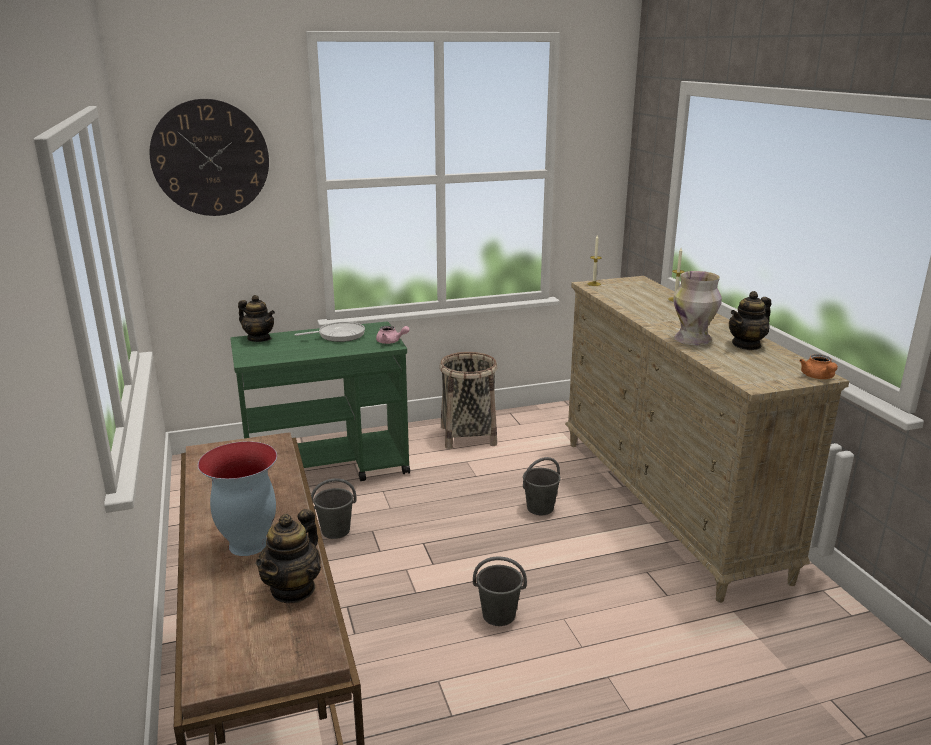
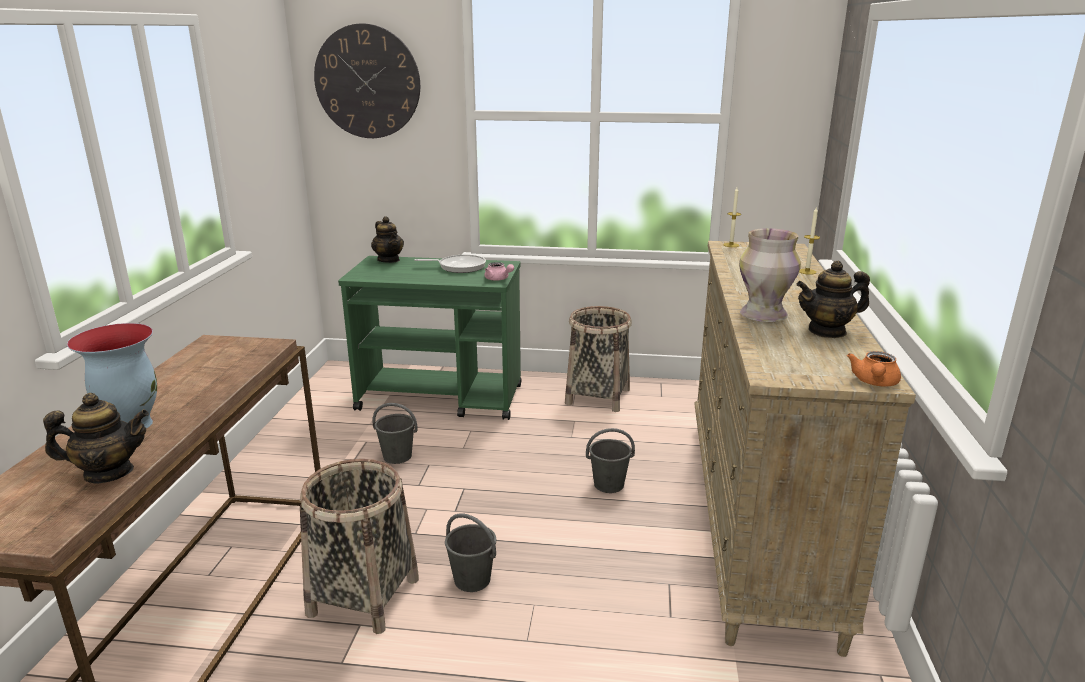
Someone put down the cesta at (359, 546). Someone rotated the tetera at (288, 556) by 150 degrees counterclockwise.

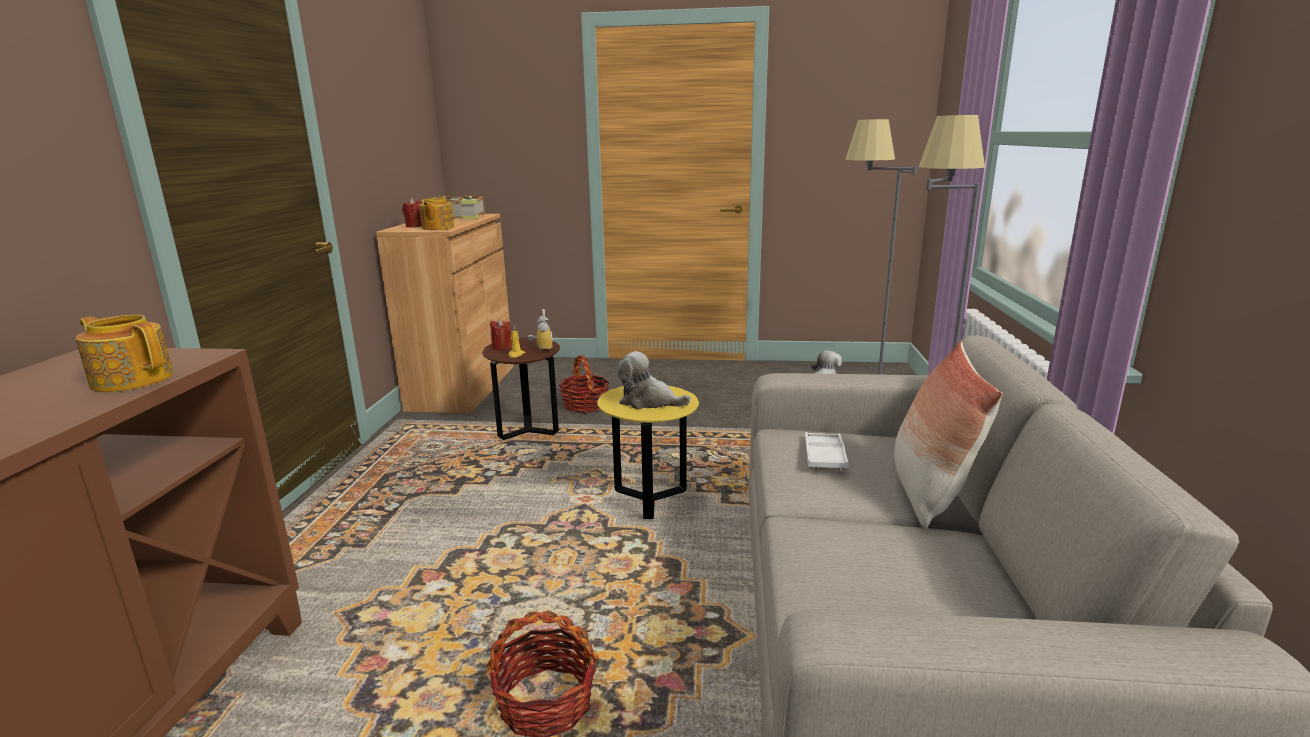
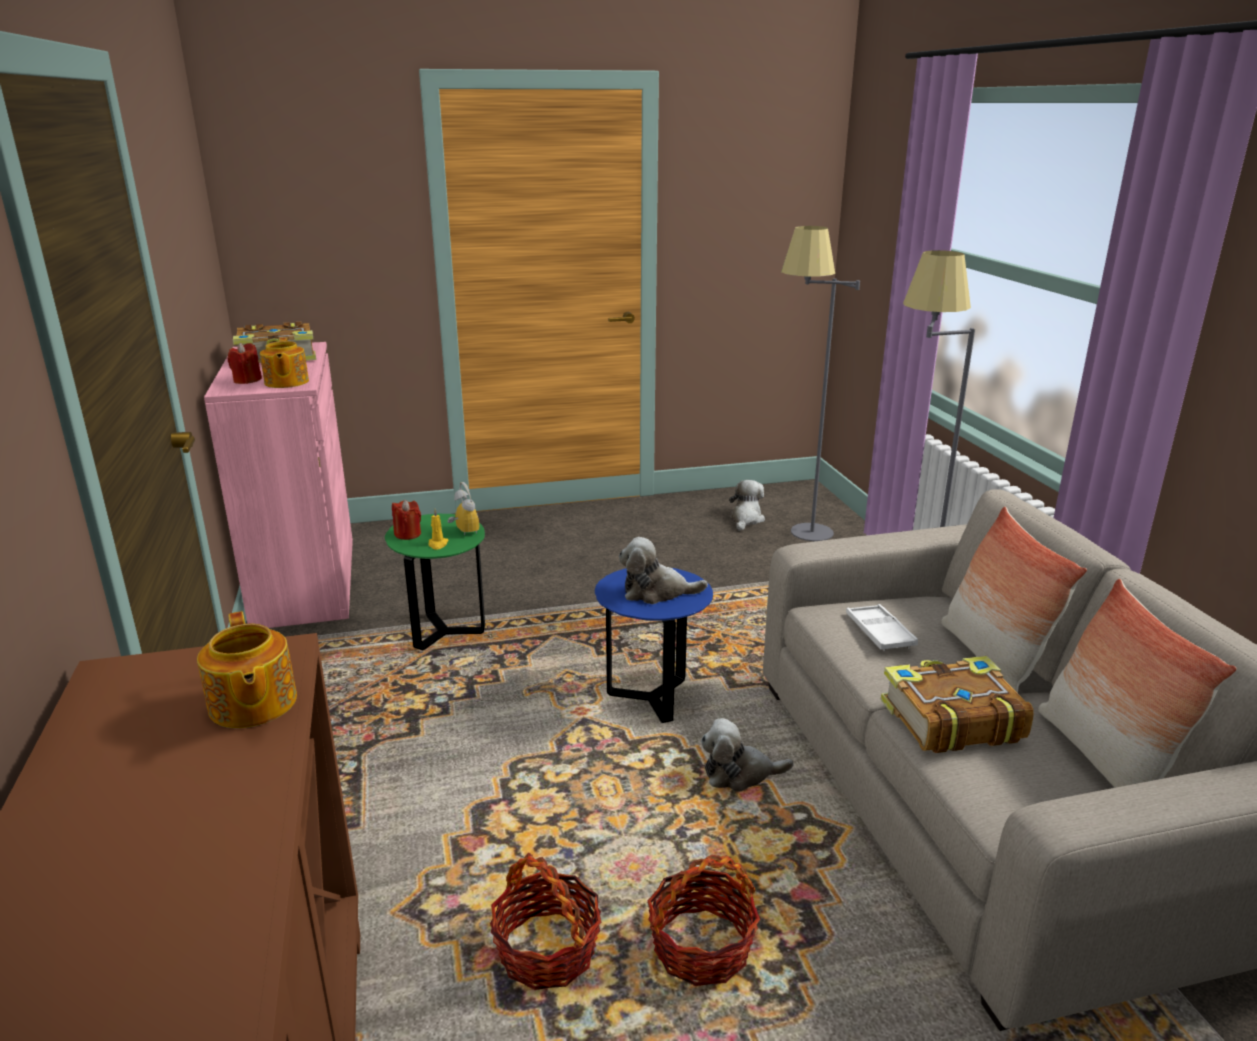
Someone put down the peluche at (747, 754). Someone put down the libro at (957, 704). Someone put down the cojín at (1137, 683). Someone carried the cesta from (584, 384) to (545, 921). Someone repainted the armario (marrón) at (445, 313), which became the armario (rosa) at (278, 485). Someone repainted the mesa auxiliar (marrón) at (521, 388), which became the mesa auxiliar (verde) at (435, 582). Someone repainted the mesa auxiliar (amarillo) at (648, 452), which became the mesa auxiliar (azul) at (654, 645). Someone rotated the tetera at (124, 353) by 120 degrees counterclockwise.

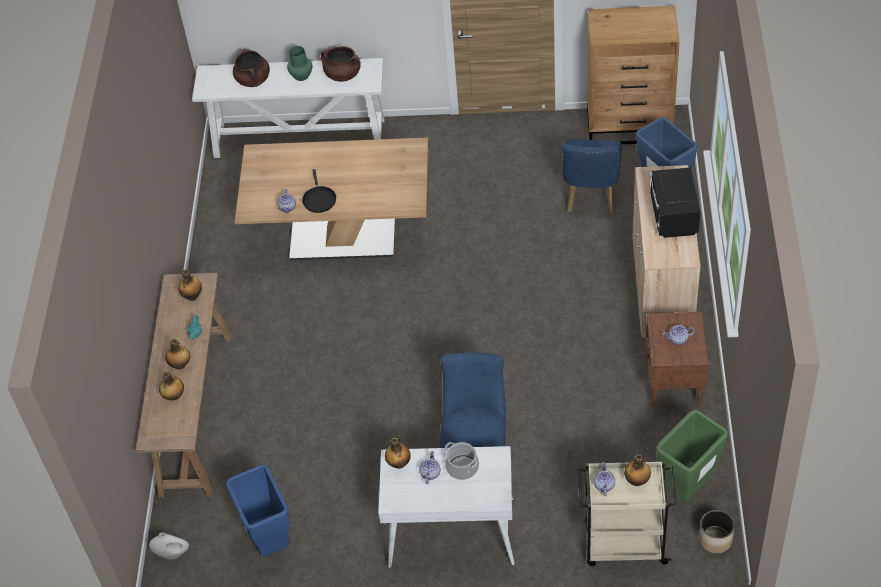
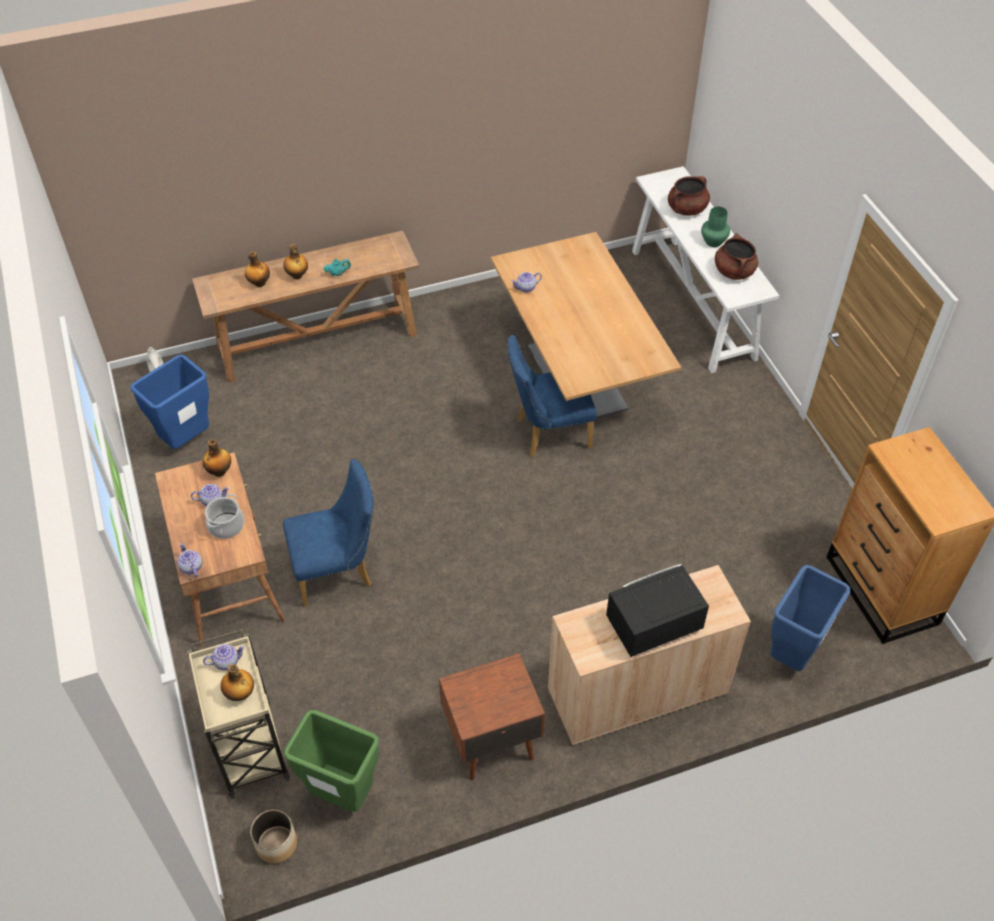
Someone took away the botella at (190, 285). Someone took away the sartén (negro) at (319, 191). Someone carried the silla (azul) from (592, 176) to (552, 396). Someone carried the tetera from (679, 335) to (189, 560). Someone repainted the escritorio (blanco) at (446, 507), which became the escritorio (marrón) at (220, 549).

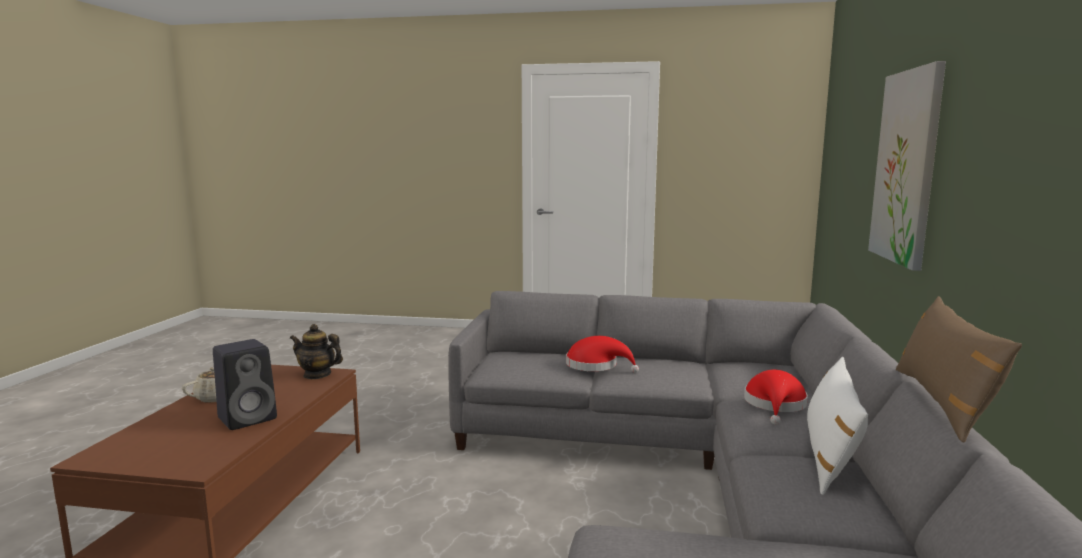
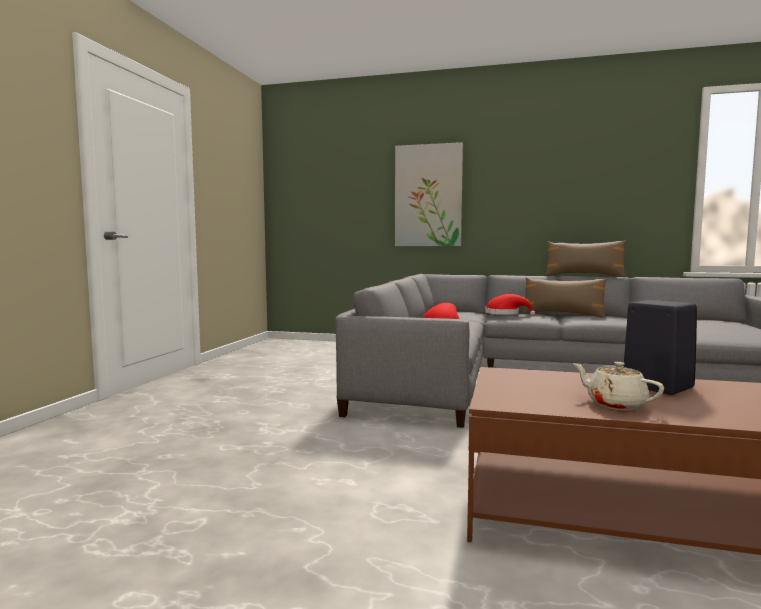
Someone took away the tetera at (316, 351). Someone repainted the cojín (blanco) at (837, 426), which became the cojín (marrón) at (564, 297).

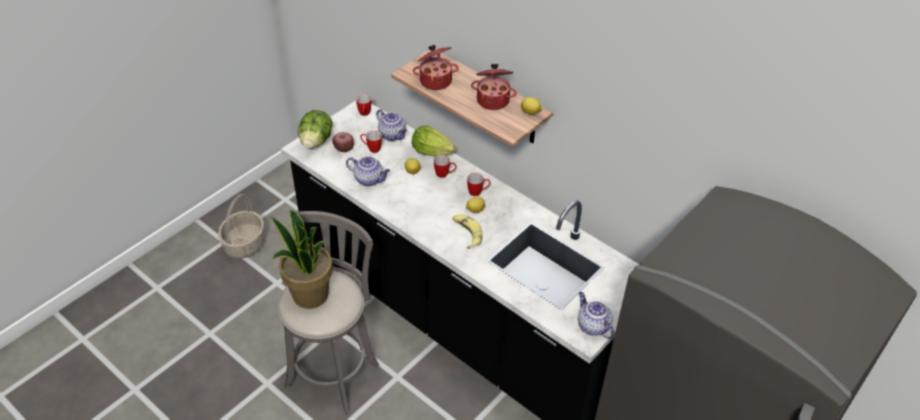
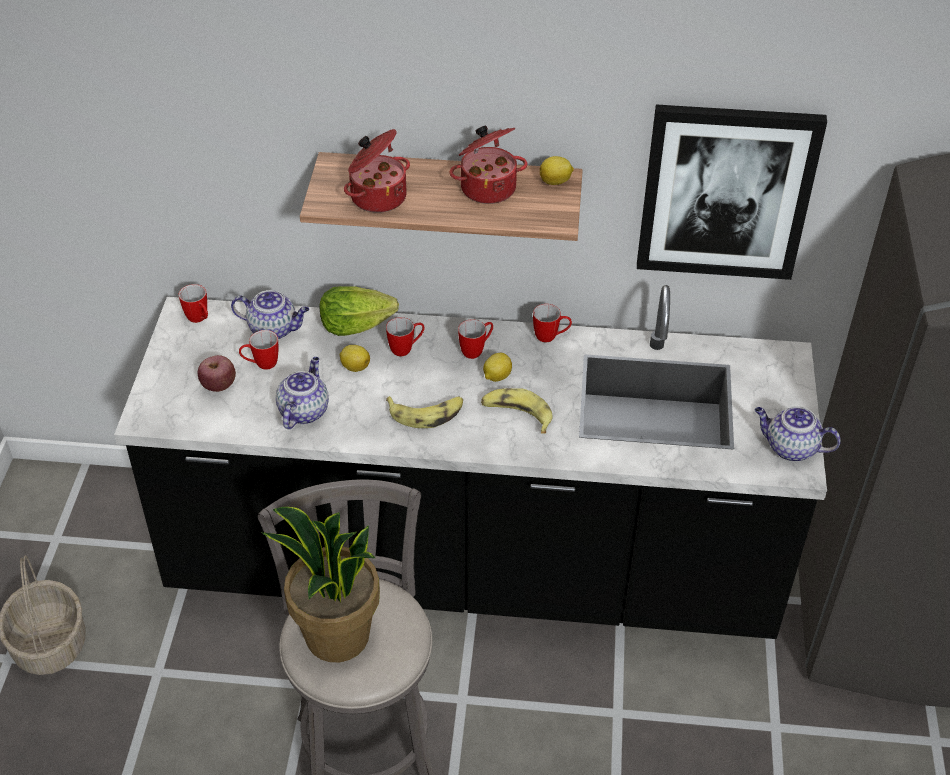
Someone took away the lechuga at (315, 129). Someone put down the plátano at (424, 412). Someone put down the taza grande at (552, 323). Someone put up the cuadro at (732, 192). Someone rotated the tetera at (368, 171) by 60 degrees counterclockwise.

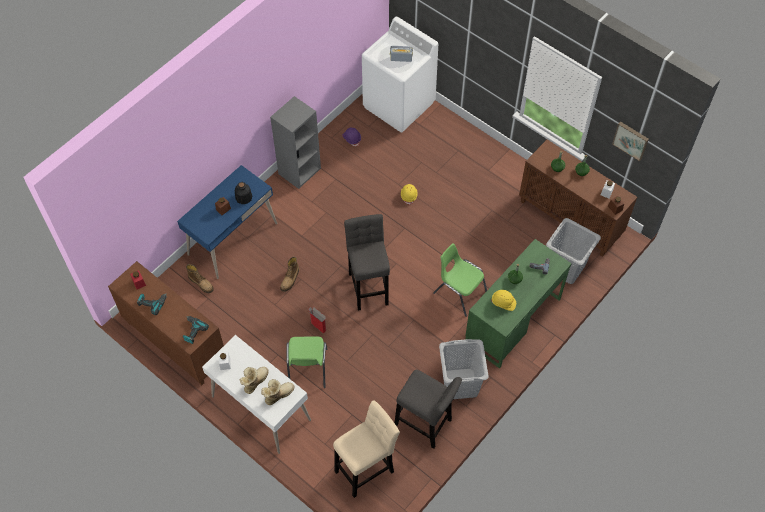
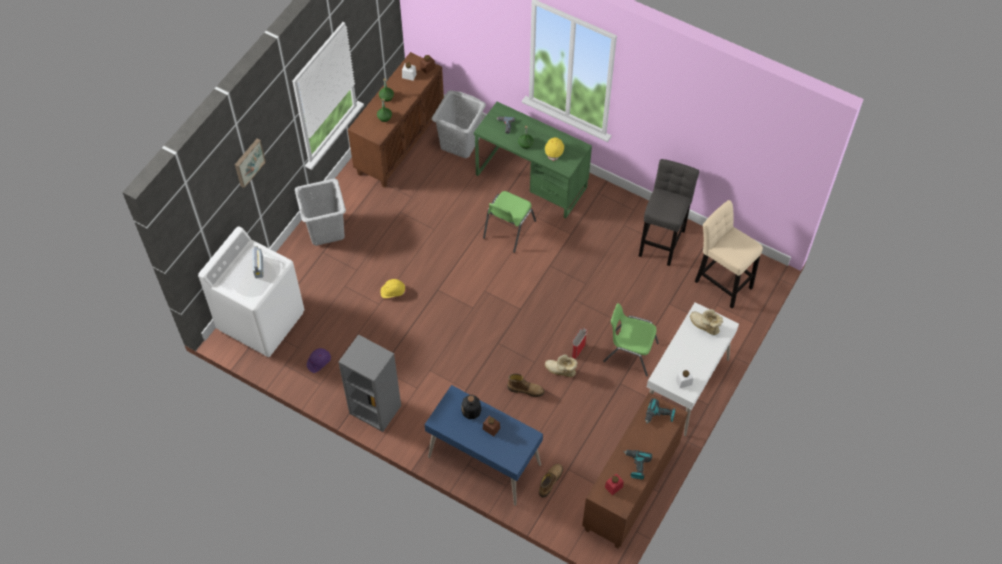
Someone took away the taburete (gris) at (367, 262). Someone carried the bota from (254, 380) to (561, 365). Someone carried the cesto de la ropa (gris) from (464, 369) to (320, 212). Someone carried the cuadro from (630, 141) to (250, 163). Someone rotated the silla (verde) at (306, 362) by 150 degrees counterclockwise.

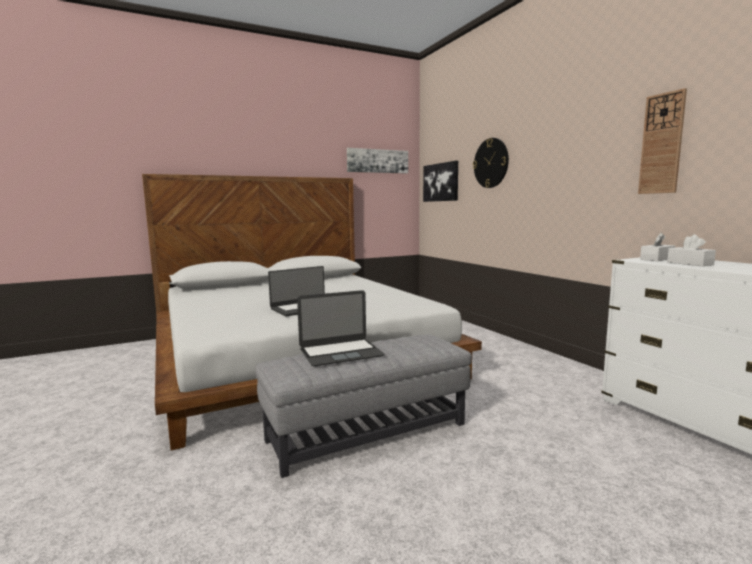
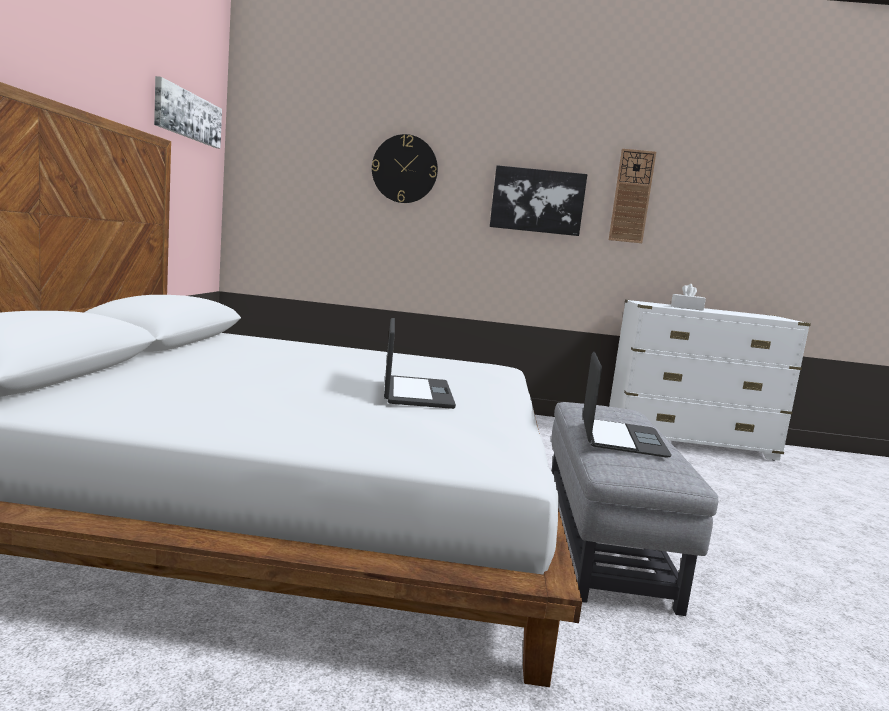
Someone took away the caja de pañuelos (blanco) at (657, 247). Someone carried the cuadro from (440, 181) to (538, 200).

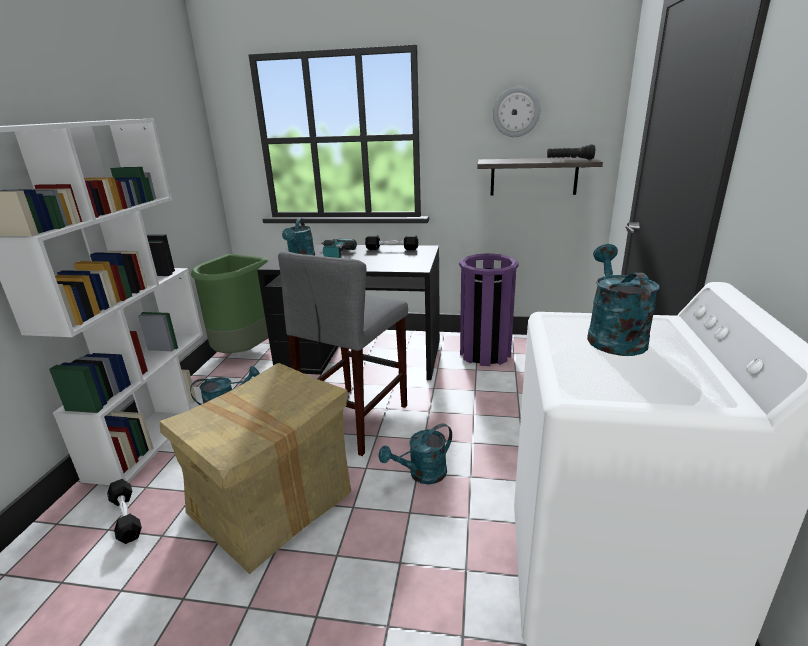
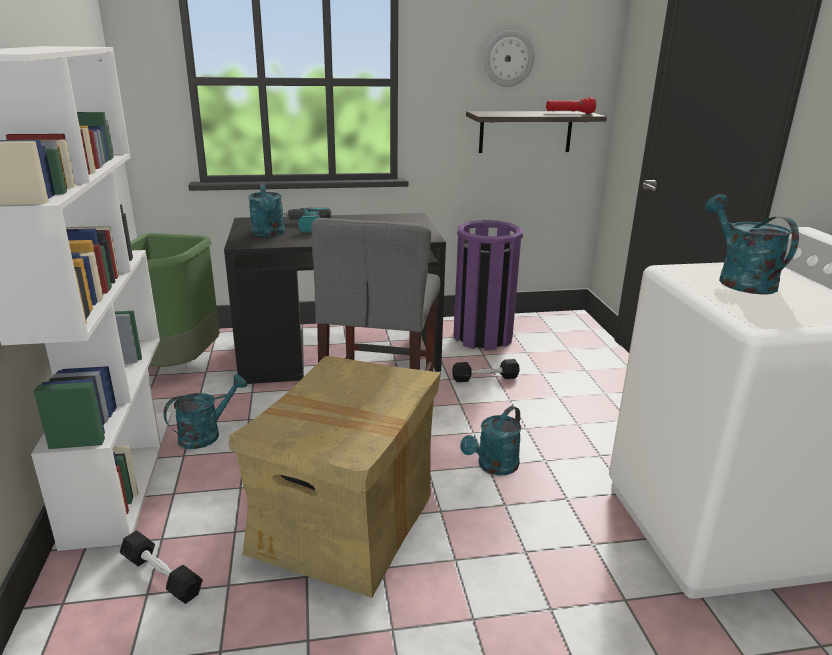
Someone carried the mancuerna (negro) from (391, 242) to (486, 370). Someone repainted the linterna (negro) at (571, 152), which became the linterna (rojo) at (571, 105).

